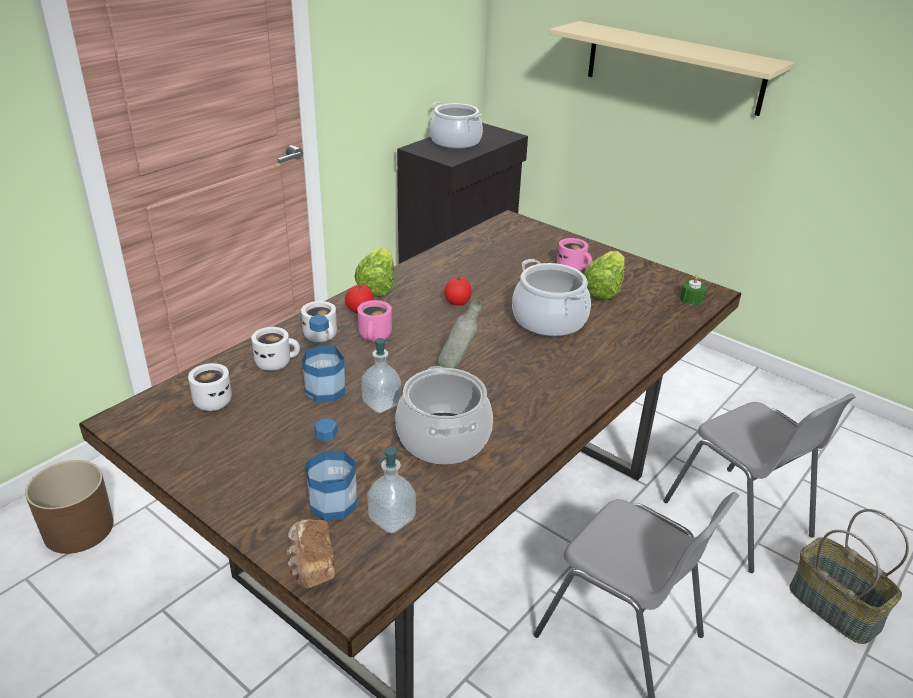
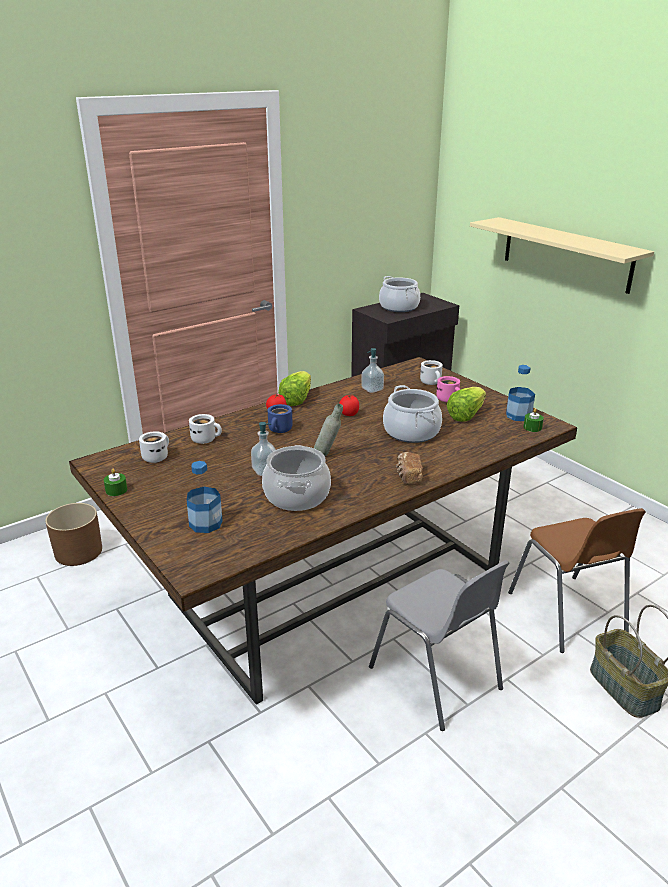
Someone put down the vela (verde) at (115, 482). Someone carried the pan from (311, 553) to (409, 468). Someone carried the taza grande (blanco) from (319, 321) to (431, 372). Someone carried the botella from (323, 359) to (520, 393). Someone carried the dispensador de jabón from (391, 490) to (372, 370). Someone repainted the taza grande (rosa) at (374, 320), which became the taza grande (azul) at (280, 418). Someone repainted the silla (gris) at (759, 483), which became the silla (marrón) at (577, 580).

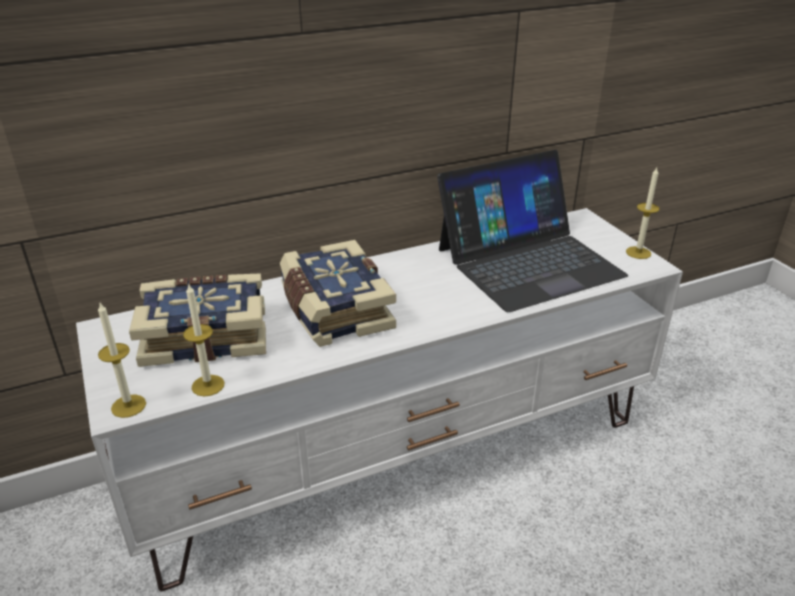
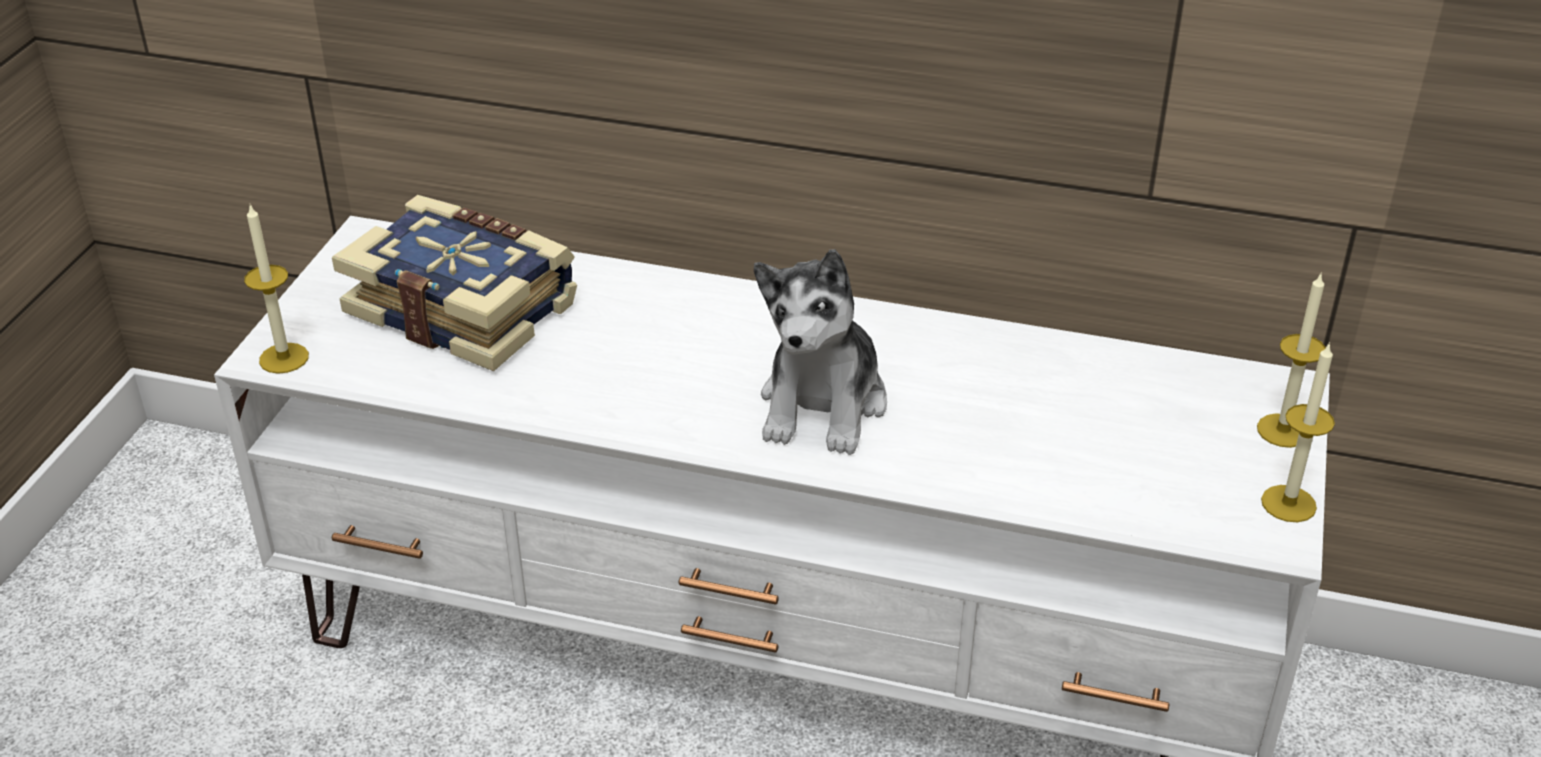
Someone took away the libro at (338, 293). Someone took away the portátil at (532, 231). Someone put down the peluche at (820, 352). Someone carried the vela from (203, 339) to (1291, 360).

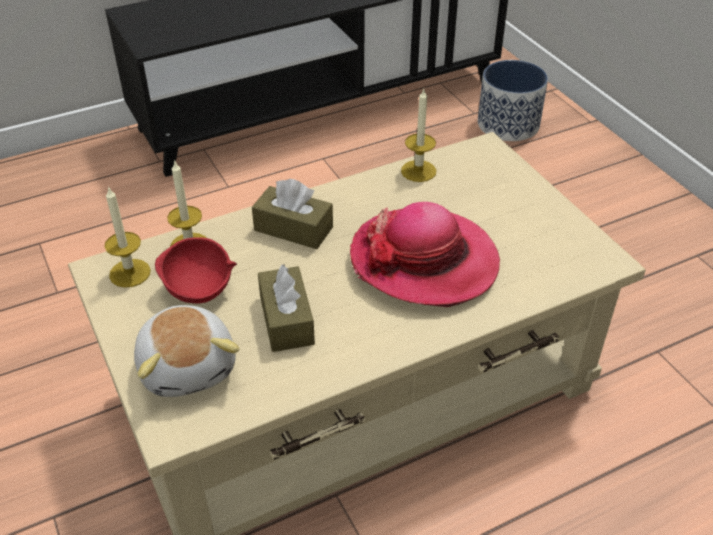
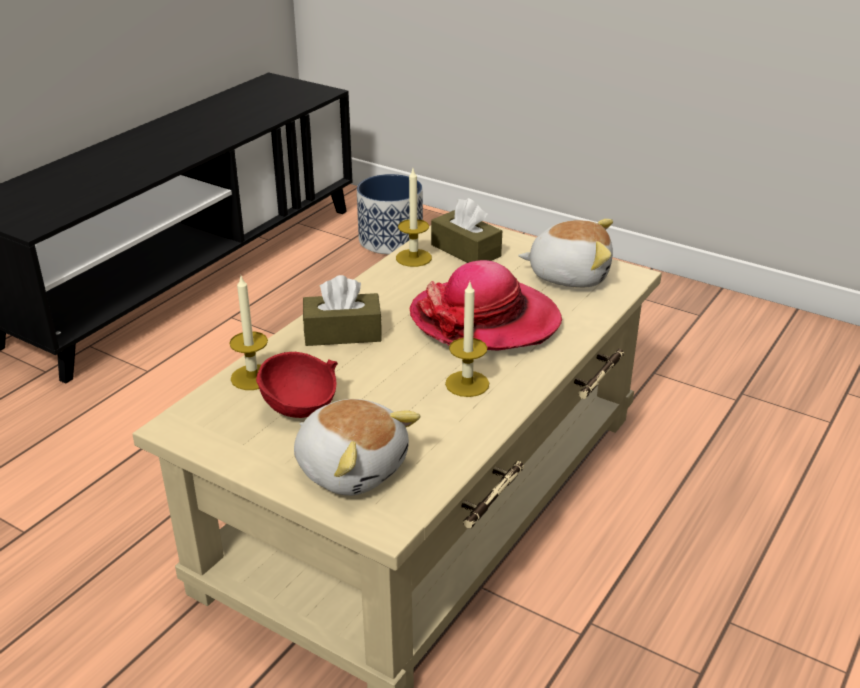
Someone put down the peluche at (565, 253). Someone carried the vela from (128, 237) to (467, 339). Someone carried the caja de pañuelos (marrón) from (286, 308) to (466, 230).

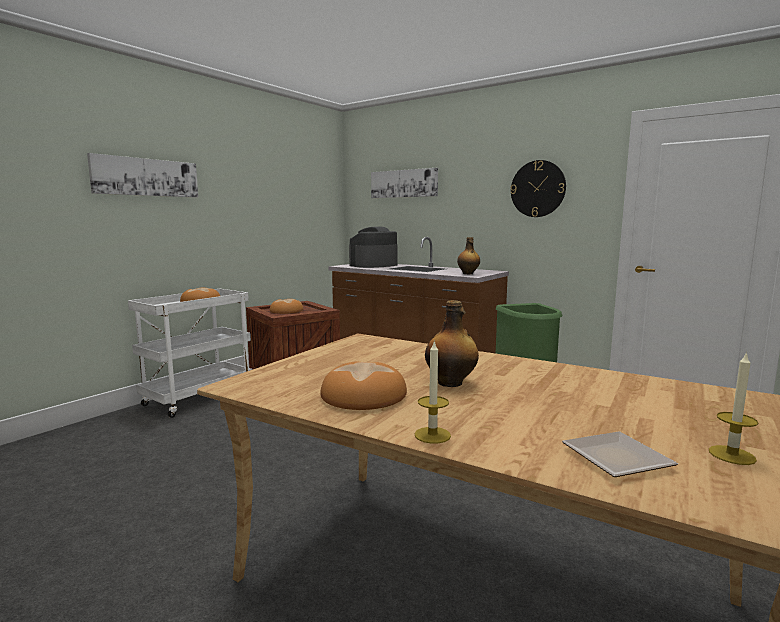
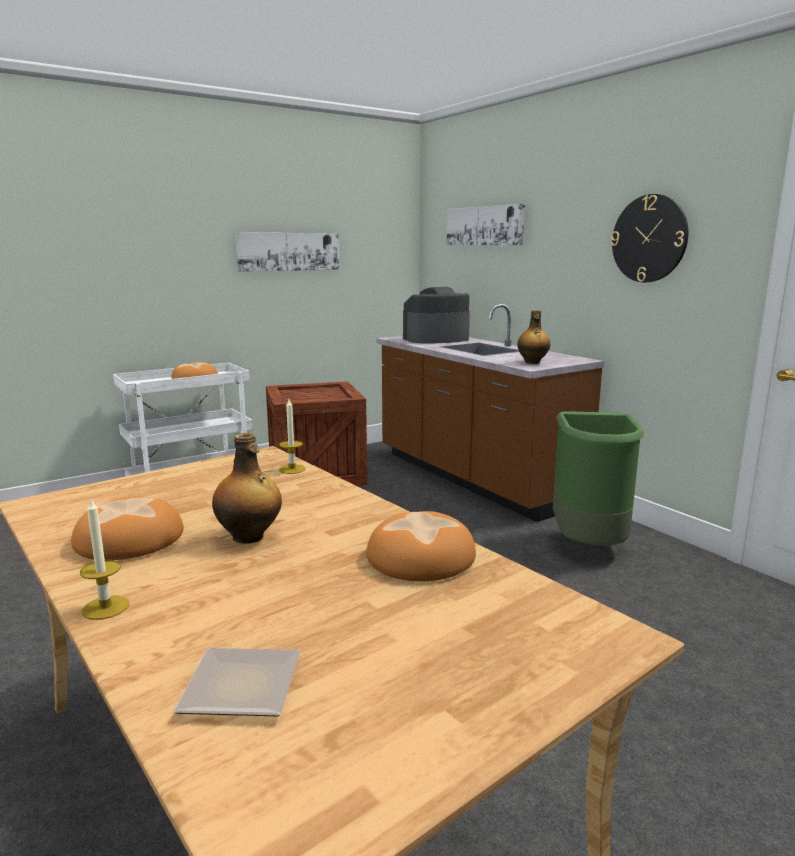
Someone carried the cuadro from (142, 175) to (287, 252). Someone carried the pan from (286, 306) to (421, 546). Someone carried the vela from (733, 408) to (292, 436).

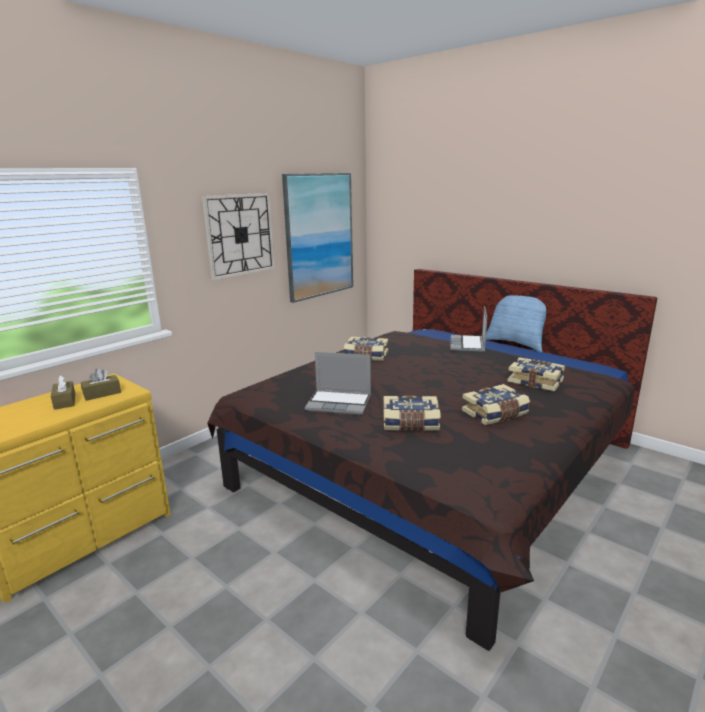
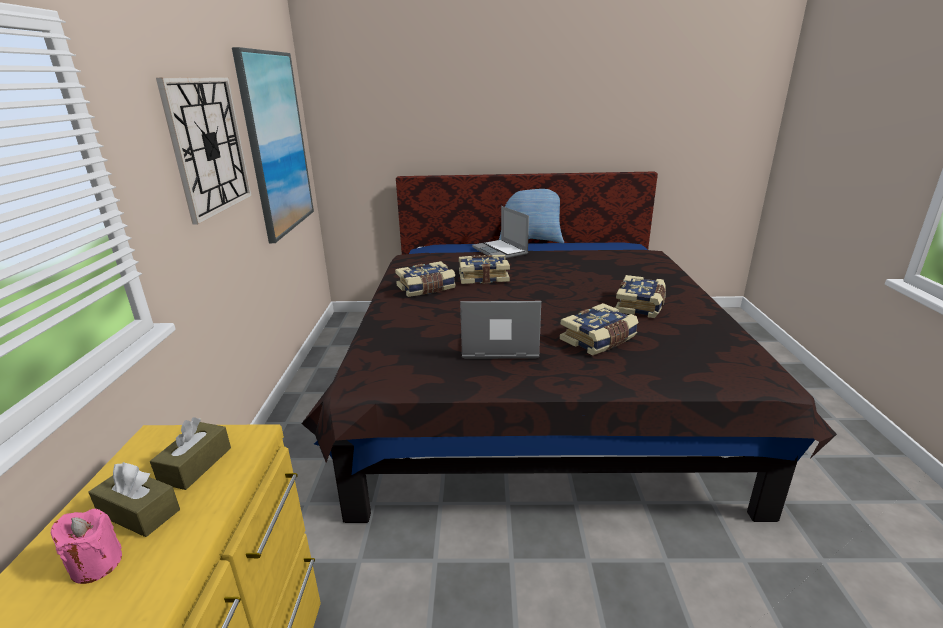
Someone put down the vela (rosa) at (86, 546). Someone carried the libro from (536, 374) to (484, 269). Someone rotated the portátil at (338, 383) by 150 degrees counterclockwise.

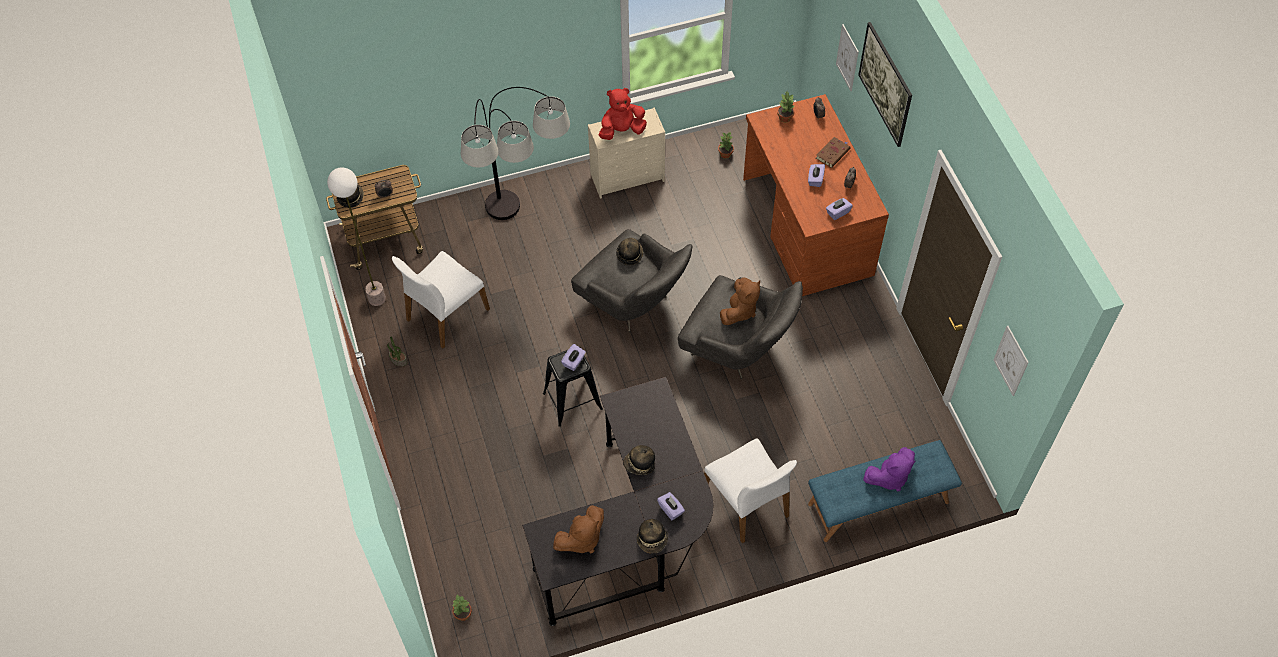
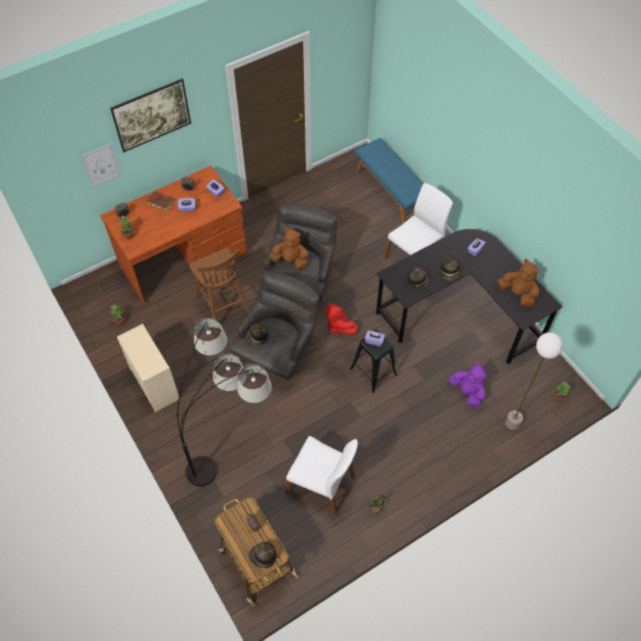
Someone took away the cuadro at (1011, 361). Someone put down the taburete (marrón) at (219, 291). Someone carried the lámpara de pie from (356, 236) to (534, 381). Someone carried the peluche (rojo) from (623, 114) to (342, 319). Someone carried the sombrero from (652, 536) to (418, 279). Someone carried the peluche (morado) from (889, 469) to (467, 384).

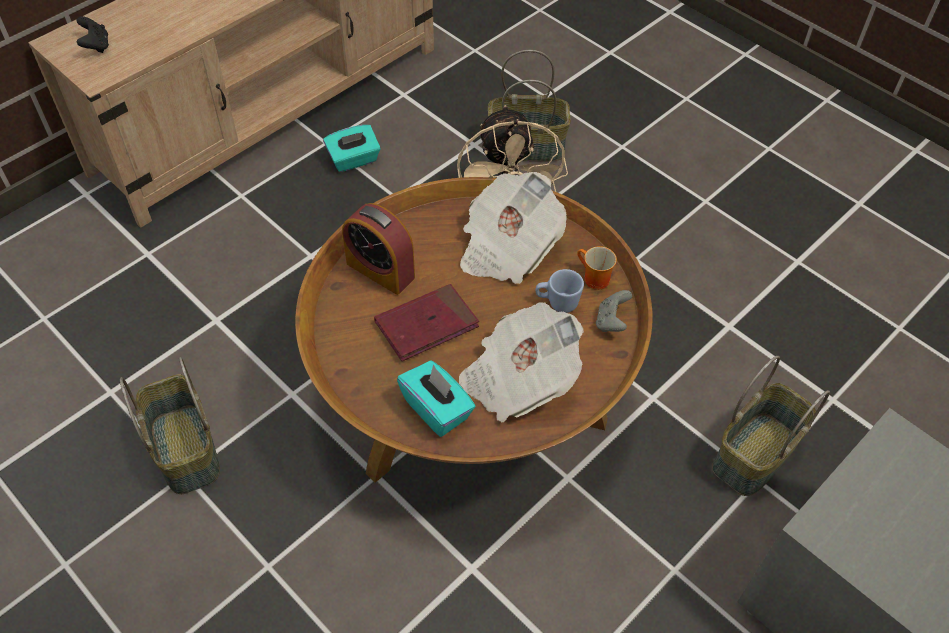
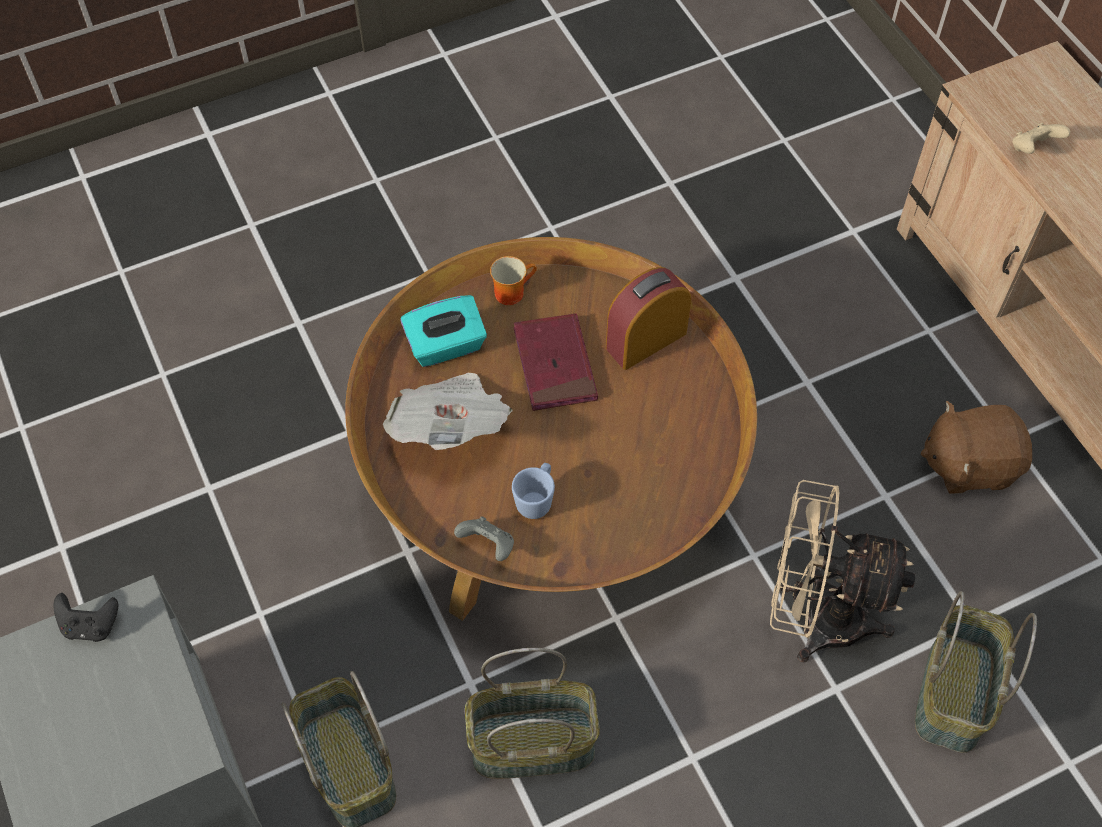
Someone took away the periódico at (513, 228). Someone put down the mando de consola (beis) at (1041, 138). Someone carried the mando de consola (negro) from (93, 34) to (86, 617). Someone carried the cesta from (170, 425) to (532, 713). Someone carried the taza grande from (597, 268) to (513, 280). Someone swapped the caja de pañuelos (turquesa) at (352, 148) for the peluche (marrón) at (976, 447).

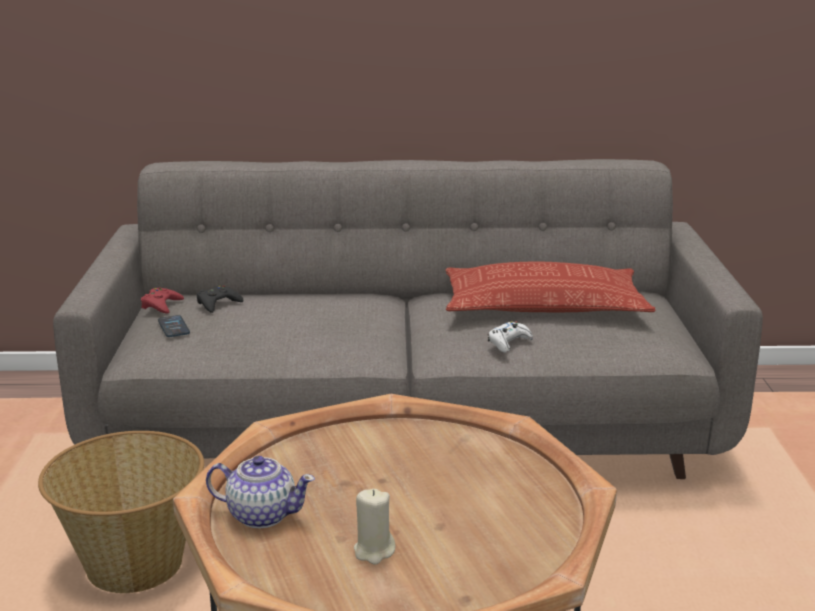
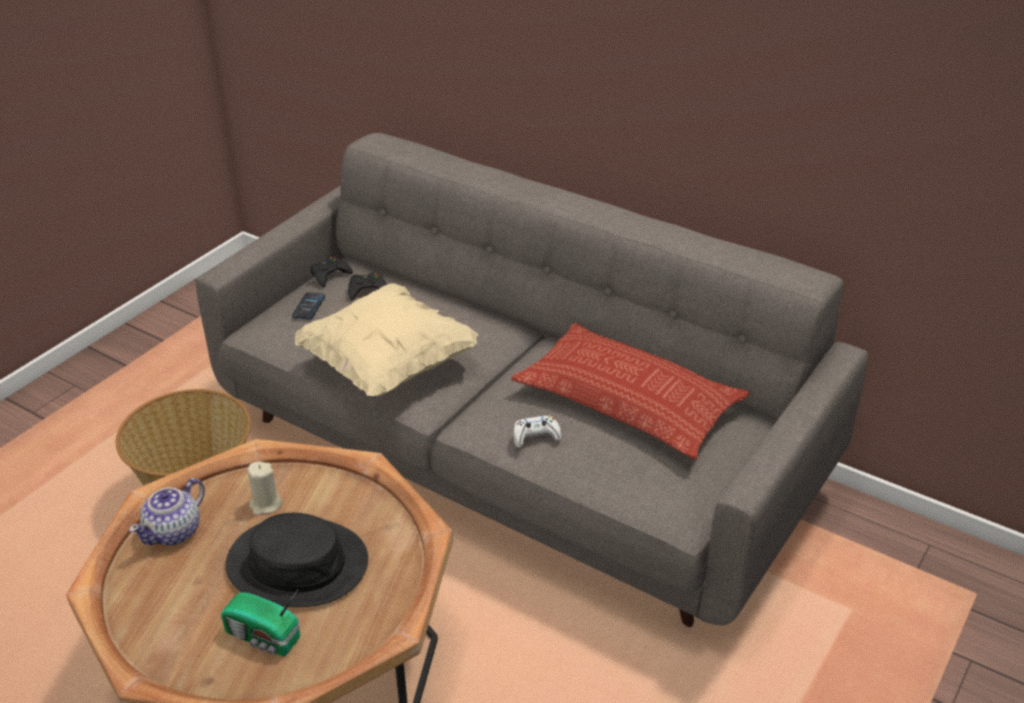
Someone put down the radio at (260, 622). Someone put down the sombrero (negro) at (296, 560). Someone put down the cojín (beis) at (386, 339). Someone carried the vela (beis) from (375, 527) to (265, 488). Someone repainted the mando de consola (rojo) at (162, 300), which became the mando de consola (negro) at (331, 271). Someone rotated the tetera at (260, 492) by 75 degrees clockwise.

